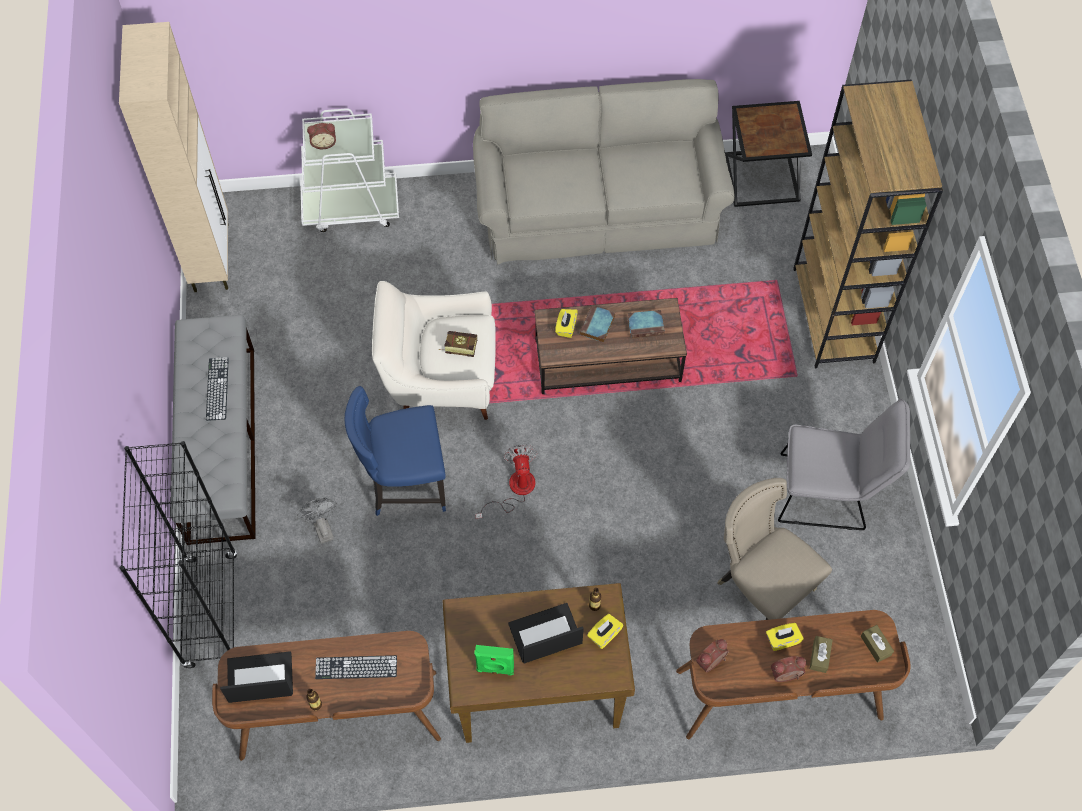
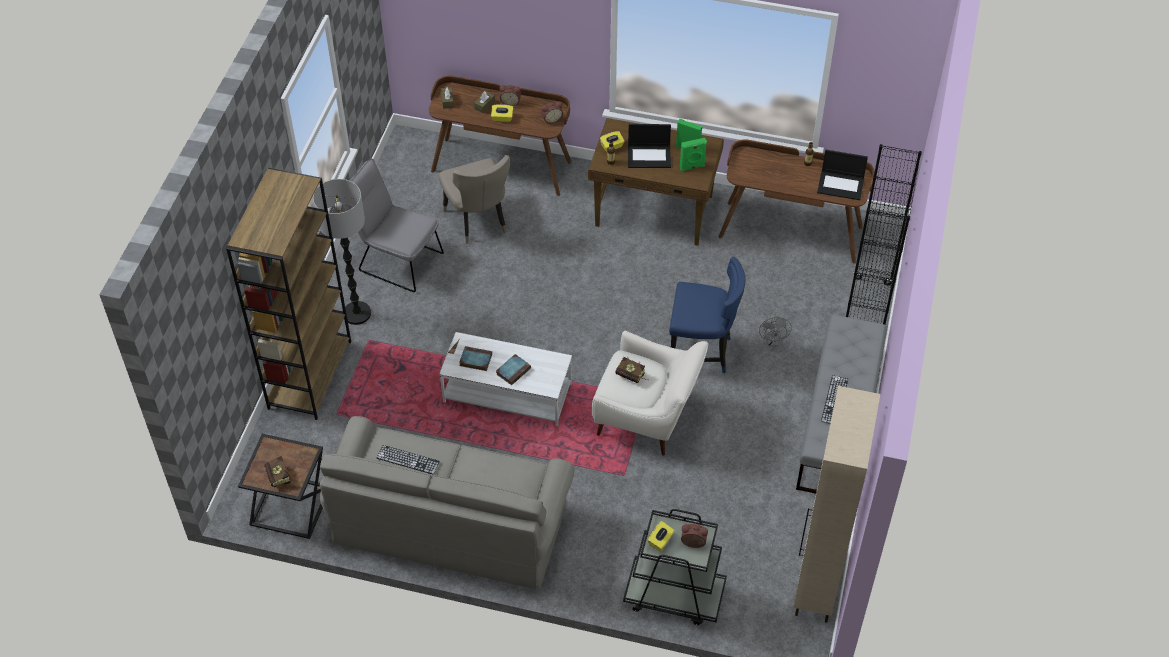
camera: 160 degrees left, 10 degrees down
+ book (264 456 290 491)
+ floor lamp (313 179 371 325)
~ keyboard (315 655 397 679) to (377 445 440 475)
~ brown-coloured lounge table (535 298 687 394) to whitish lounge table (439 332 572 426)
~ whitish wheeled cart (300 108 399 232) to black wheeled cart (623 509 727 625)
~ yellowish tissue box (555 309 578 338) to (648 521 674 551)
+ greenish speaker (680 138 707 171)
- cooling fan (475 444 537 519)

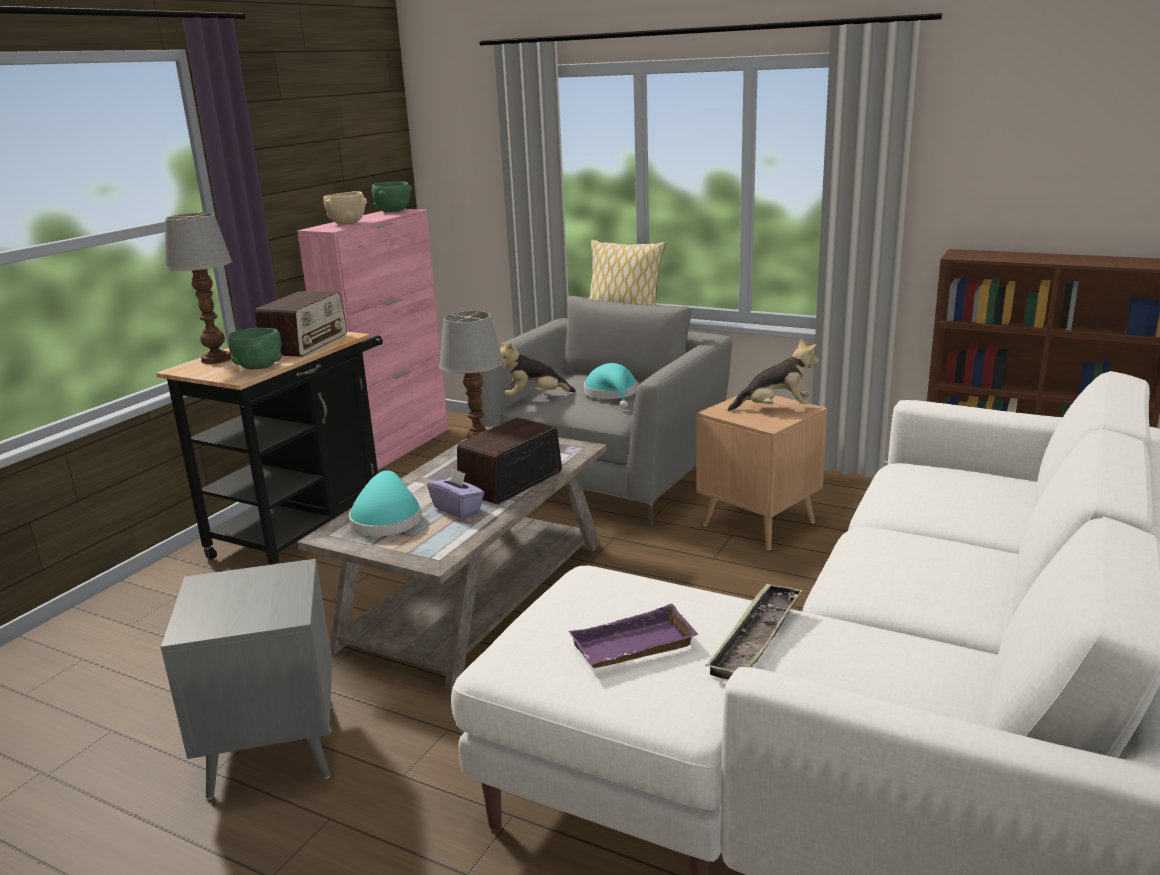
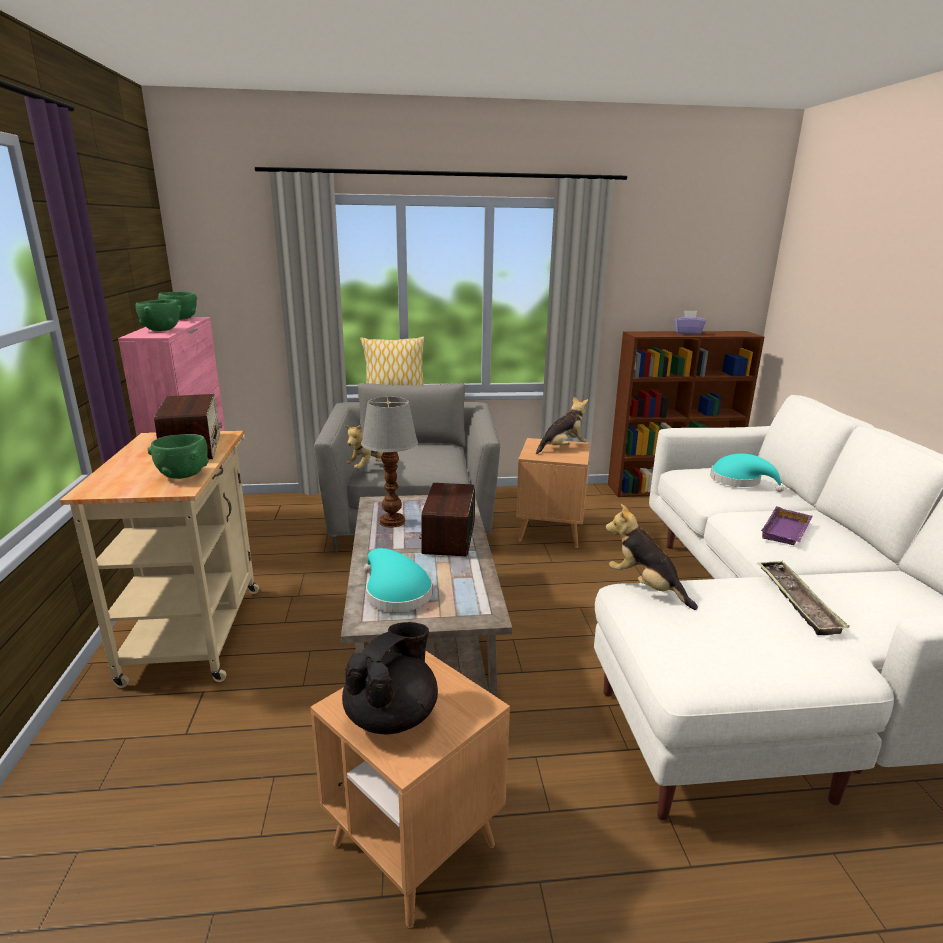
camera: 35 degrees left, 0 degrees up
~ black wheeled cart (156 332 383 565) to sand-coloured wheeled cart (60 431 259 688)
~ sand-coloured serving bowl (323 191 367 224) to greenish serving bowl (136 299 181 331)
~ gray accent table (161 559 333 800) to brown-coloured accent table (310 650 510 928)
+ black tea pot (342 622 438 734)
+ plush toy (606 504 698 610)
~ purple-coloured tissue box (427 468 484 518) to (674 310 706 335)
~ blue-green hat (584 363 637 408) to (710 454 784 492)
~ purple-coloured serving tray (569 604 698 668) to (761 506 812 545)
- lamp for a table (165 213 232 364)

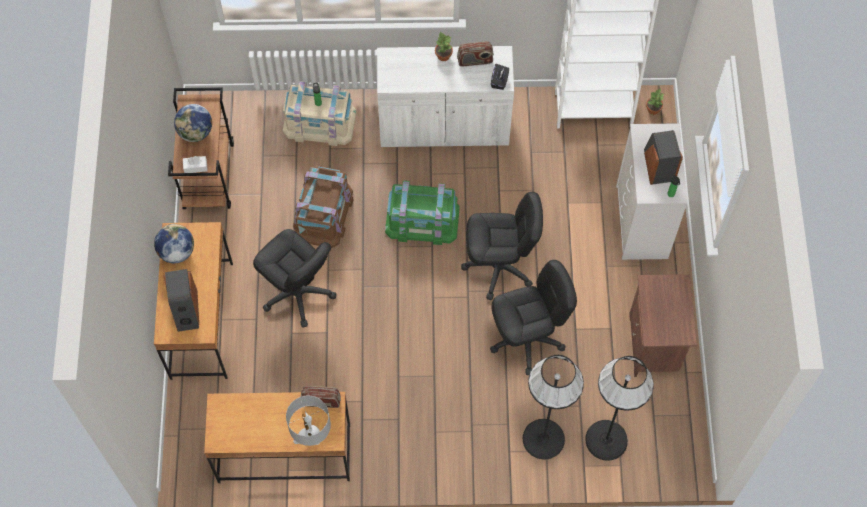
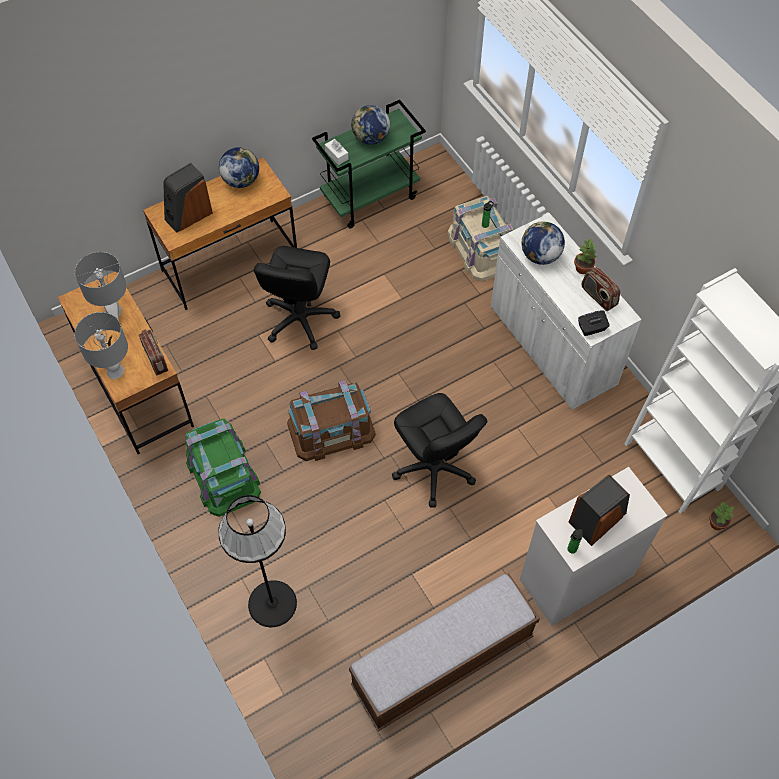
camera: 60 degrees right, 5 degrees down
+ gray lamp for a table (75 252 126 320)
~ greenish storage bin (385 181 459 245) to (185 418 261 517)
~ brown-coloured storage bin (293 166 353 248) to (287 380 376 461)
~ brown-coloured wheeled cart (168 87 234 209) to greenish wheeled cart (312 100 426 229)
~ brown-coloured nightstand (629 274 697 377) to long seat (349 574 540 731)
+ globe (522 221 565 265)
- black office chair (490 260 577 375)
- black floor lamp (585 356 654 461)

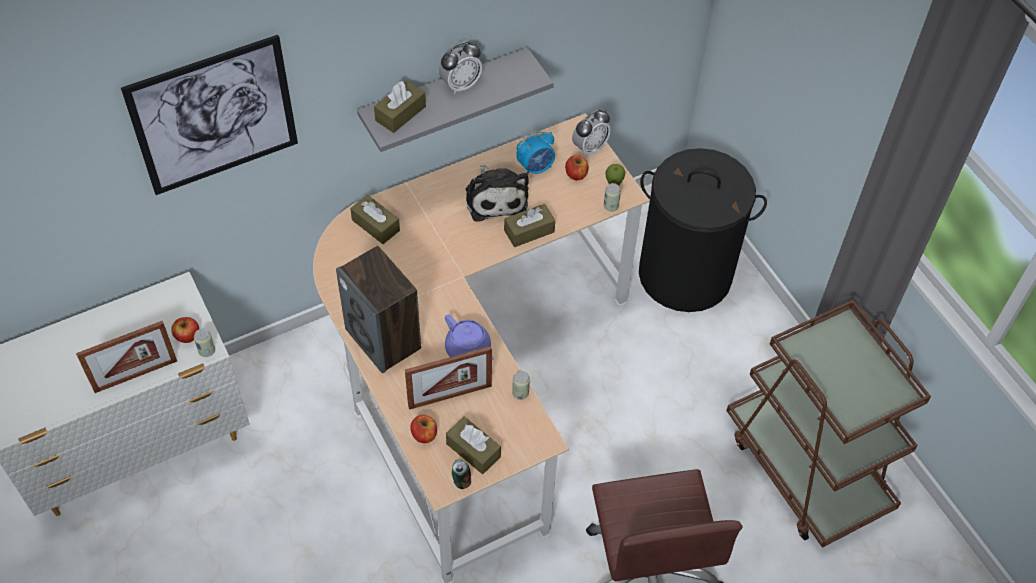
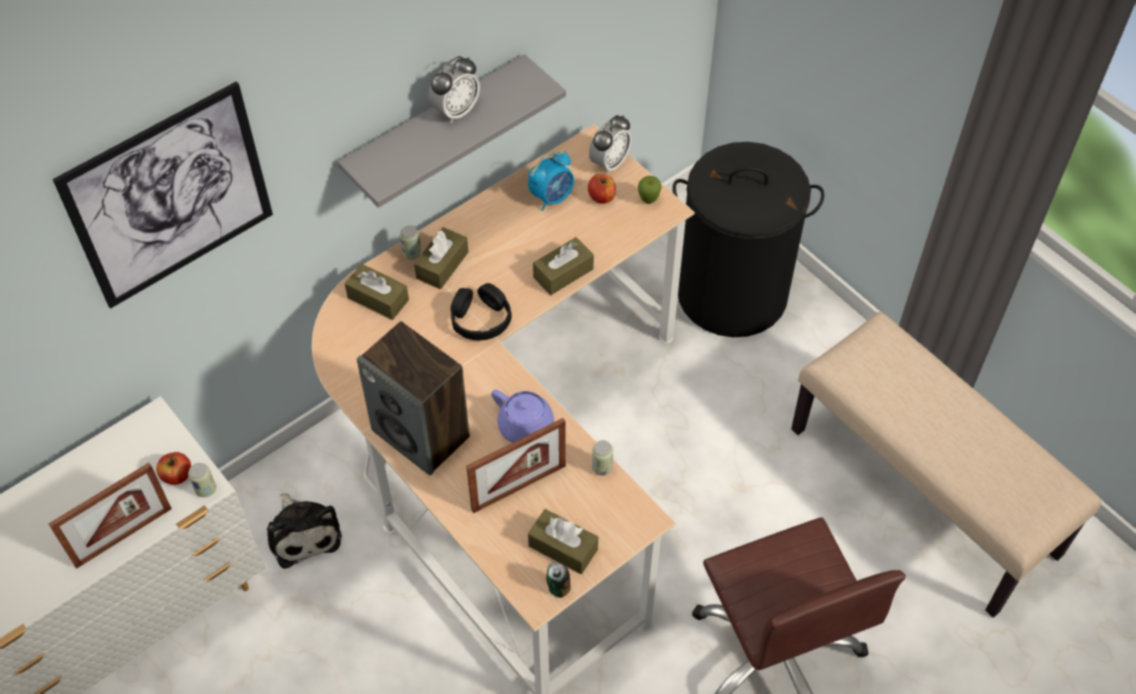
camera: 10 degrees left, 0 degrees up
~ plush toy (466 165 529 222) to (267 493 342 569)
~ sealed can (604 183 621 212) to (400 225 421 260)
~ brown-coloured tissue box (374 80 426 133) to (414 227 468 289)
+ black headphones (451 283 512 341)
~ brown-coloured wheeled cart (726 300 931 548) to sand-coloured long seat (791 312 1102 618)
- whole apple (410 415 437 443)

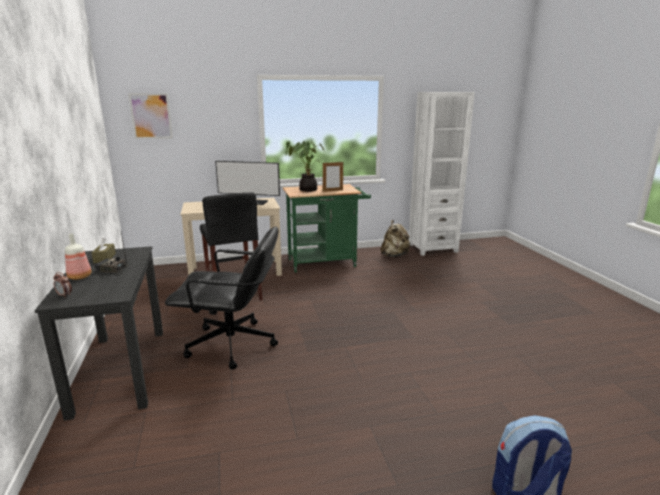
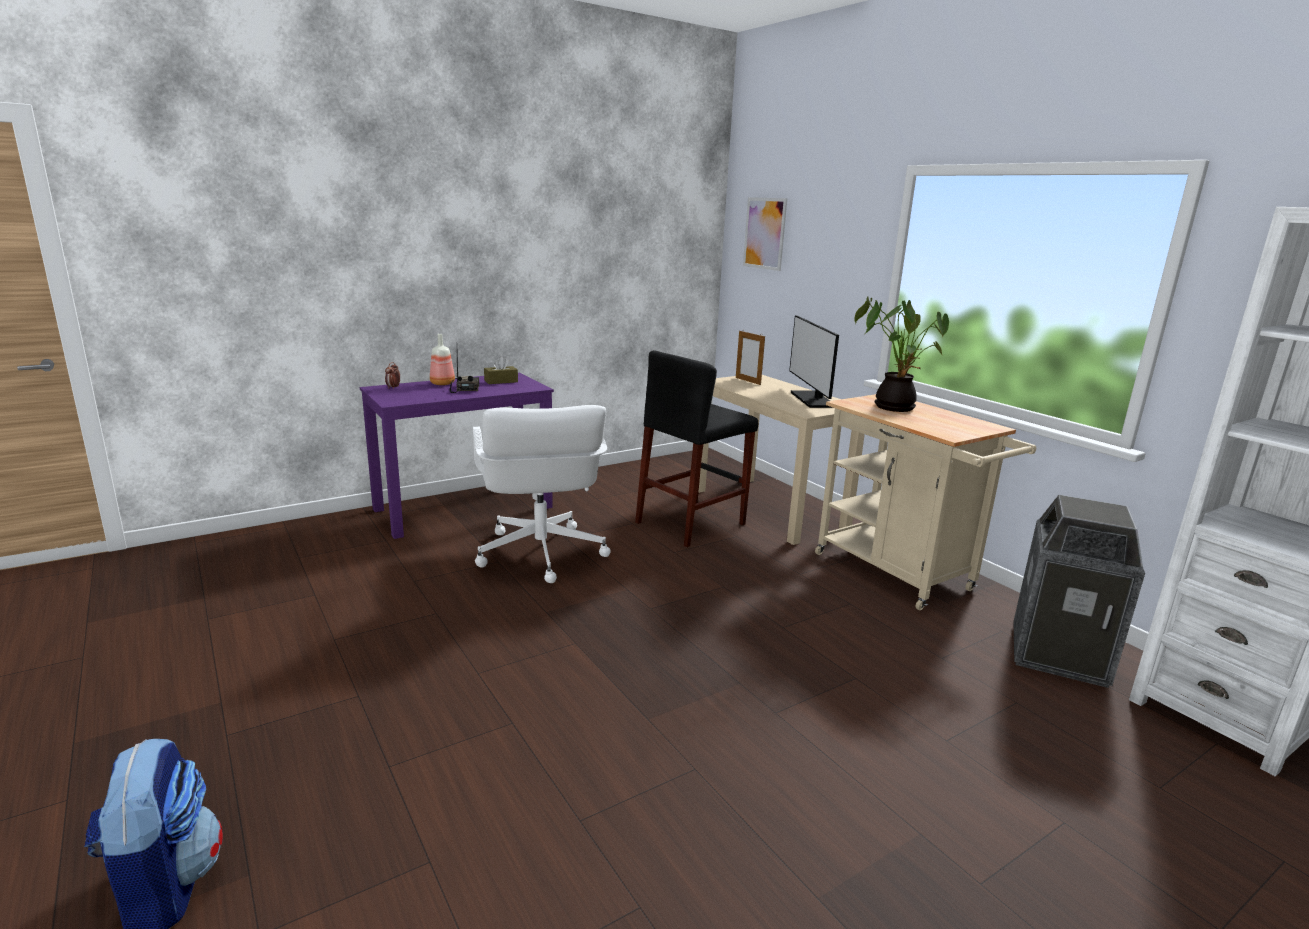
camera: 70 degrees right, 0 degrees up
~ black desk table (35 246 163 421) to purple-coloured desk table (360 373 554 539)
~ black office chair (165 227 279 369) to whitish office chair (473 405 610 583)
~ standing frame (323 162 343 192) to (736 331 765 385)
~ greenish wheeled cart (283 184 371 273) to sand-coloured wheeled cart (815 394 1036 610)
~ sand-coloured knapsack (381 220 410 257) to rubbish bin (1013 495 1145 688)

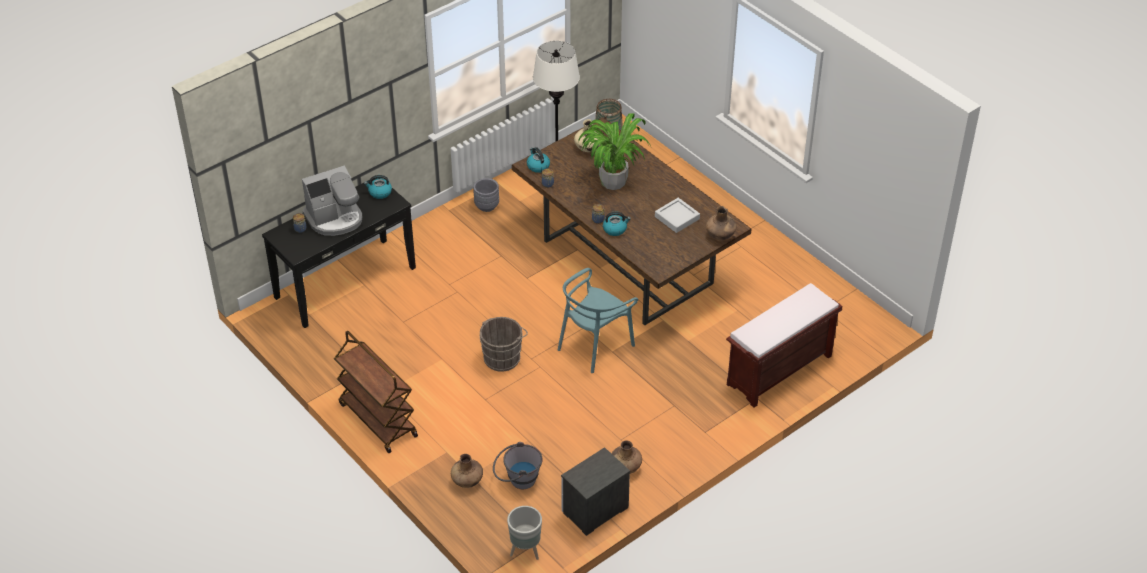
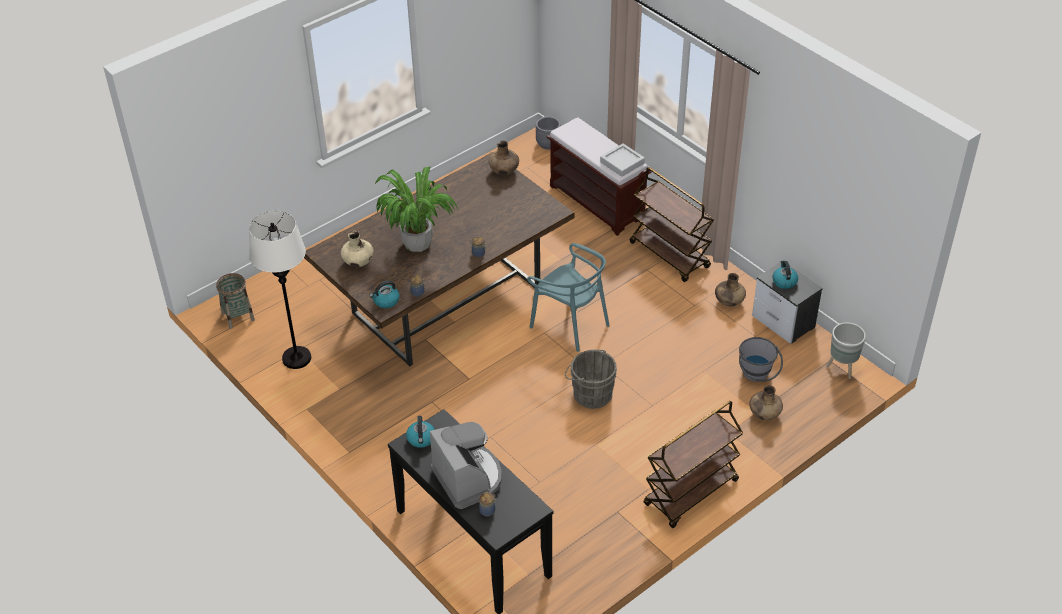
camera: 90 degrees left, 0 degrees up
~ gray planter (473 178 499 212) to (536 116 560 150)
~ gray serving tray (655 198 700 233) to (600 143 645 177)
+ brown-coloured wheeled cart (630 167 714 282)
~ tea kettle (603 212 631 236) to (772 260 798 289)

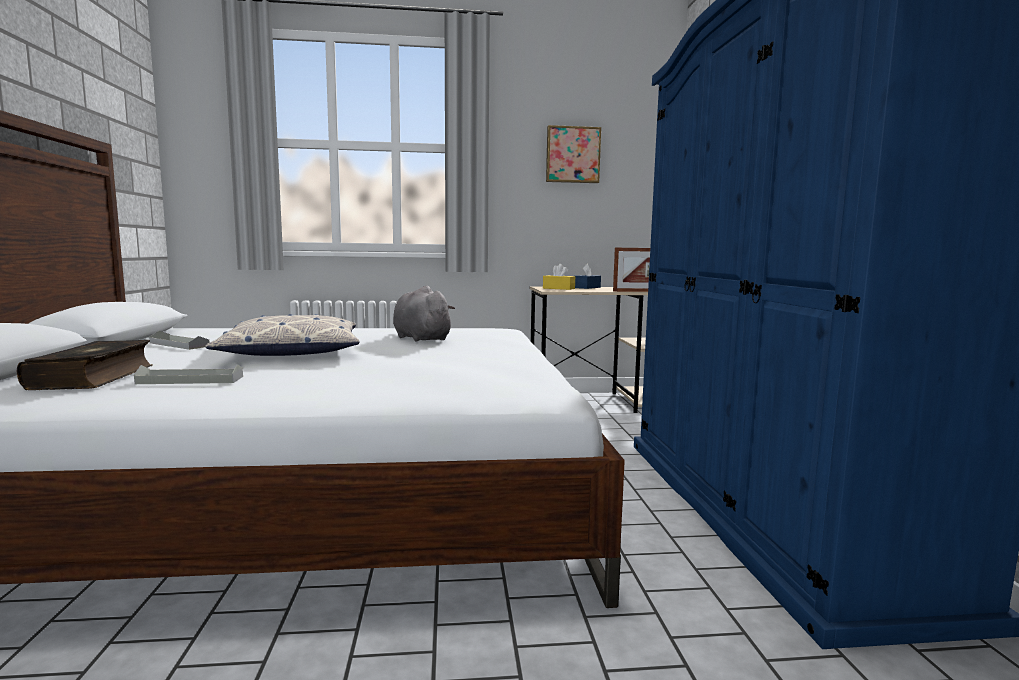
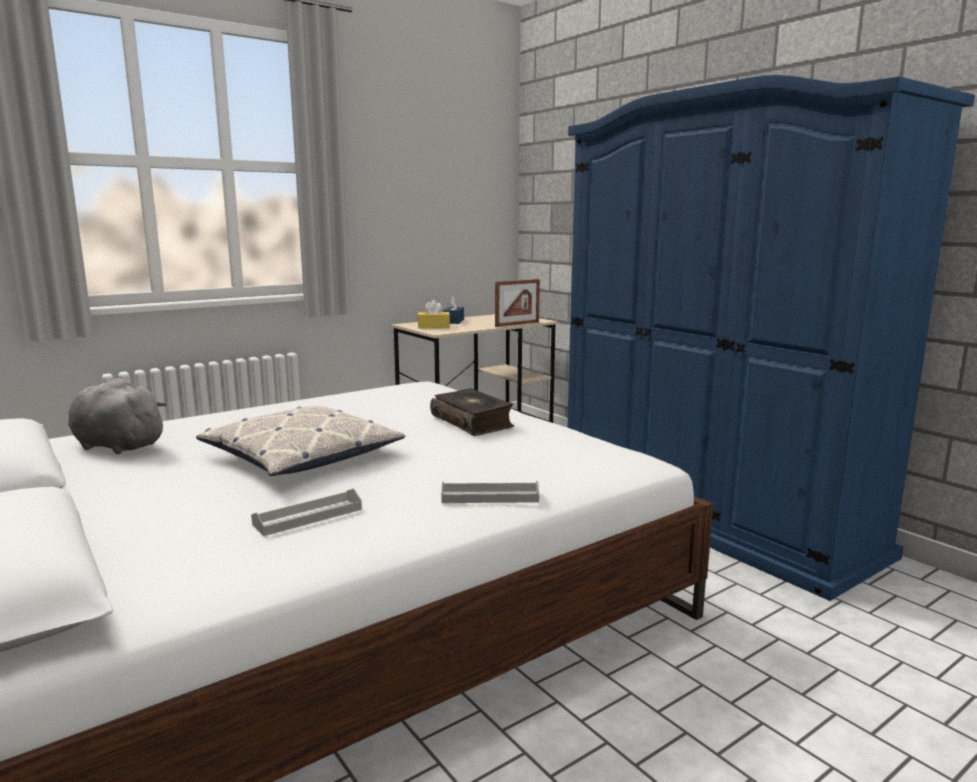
camera: 30 degrees left, 5 degrees up
~ gray plush toy (393 286 455 342) to (68 378 167 454)
~ book (17 340 153 390) to (430 388 514 436)
~ gray serving tray (149 331 210 350) to (441 481 539 503)
- picture (546 125 601 183)

